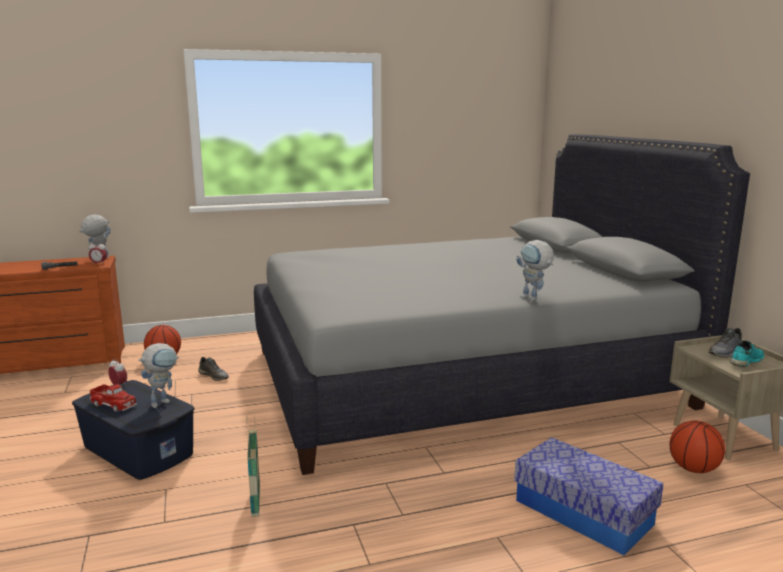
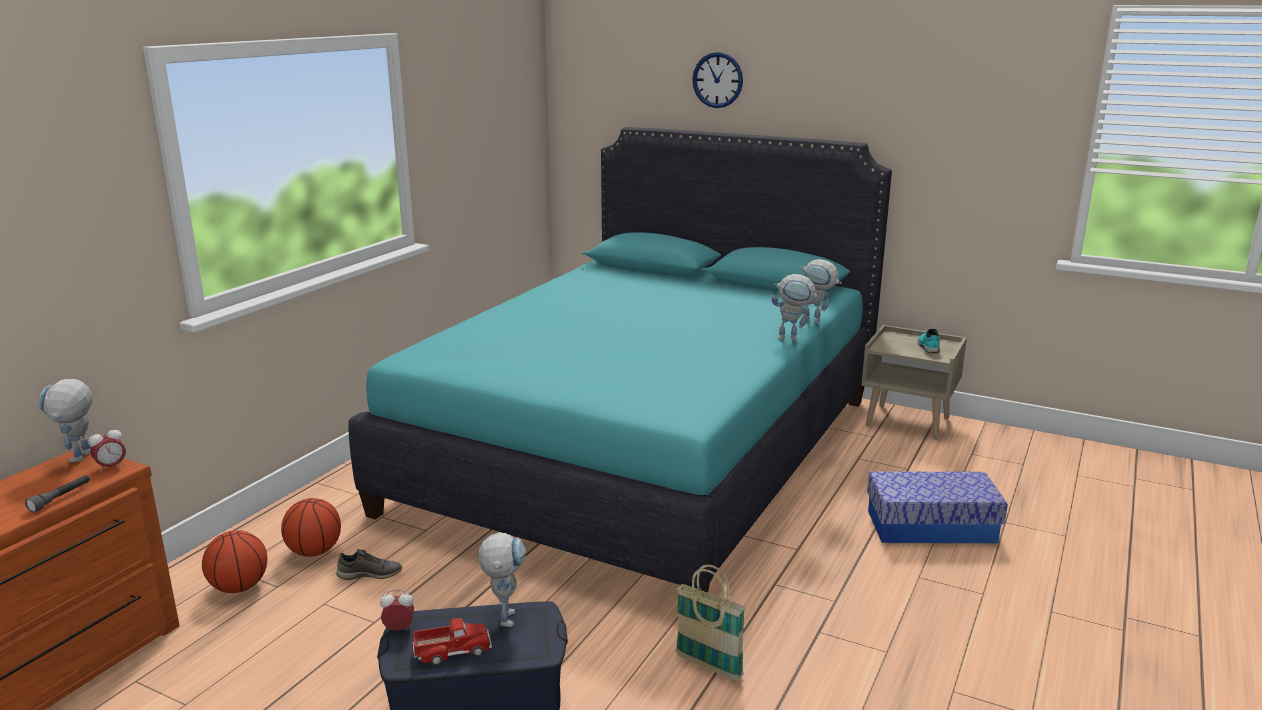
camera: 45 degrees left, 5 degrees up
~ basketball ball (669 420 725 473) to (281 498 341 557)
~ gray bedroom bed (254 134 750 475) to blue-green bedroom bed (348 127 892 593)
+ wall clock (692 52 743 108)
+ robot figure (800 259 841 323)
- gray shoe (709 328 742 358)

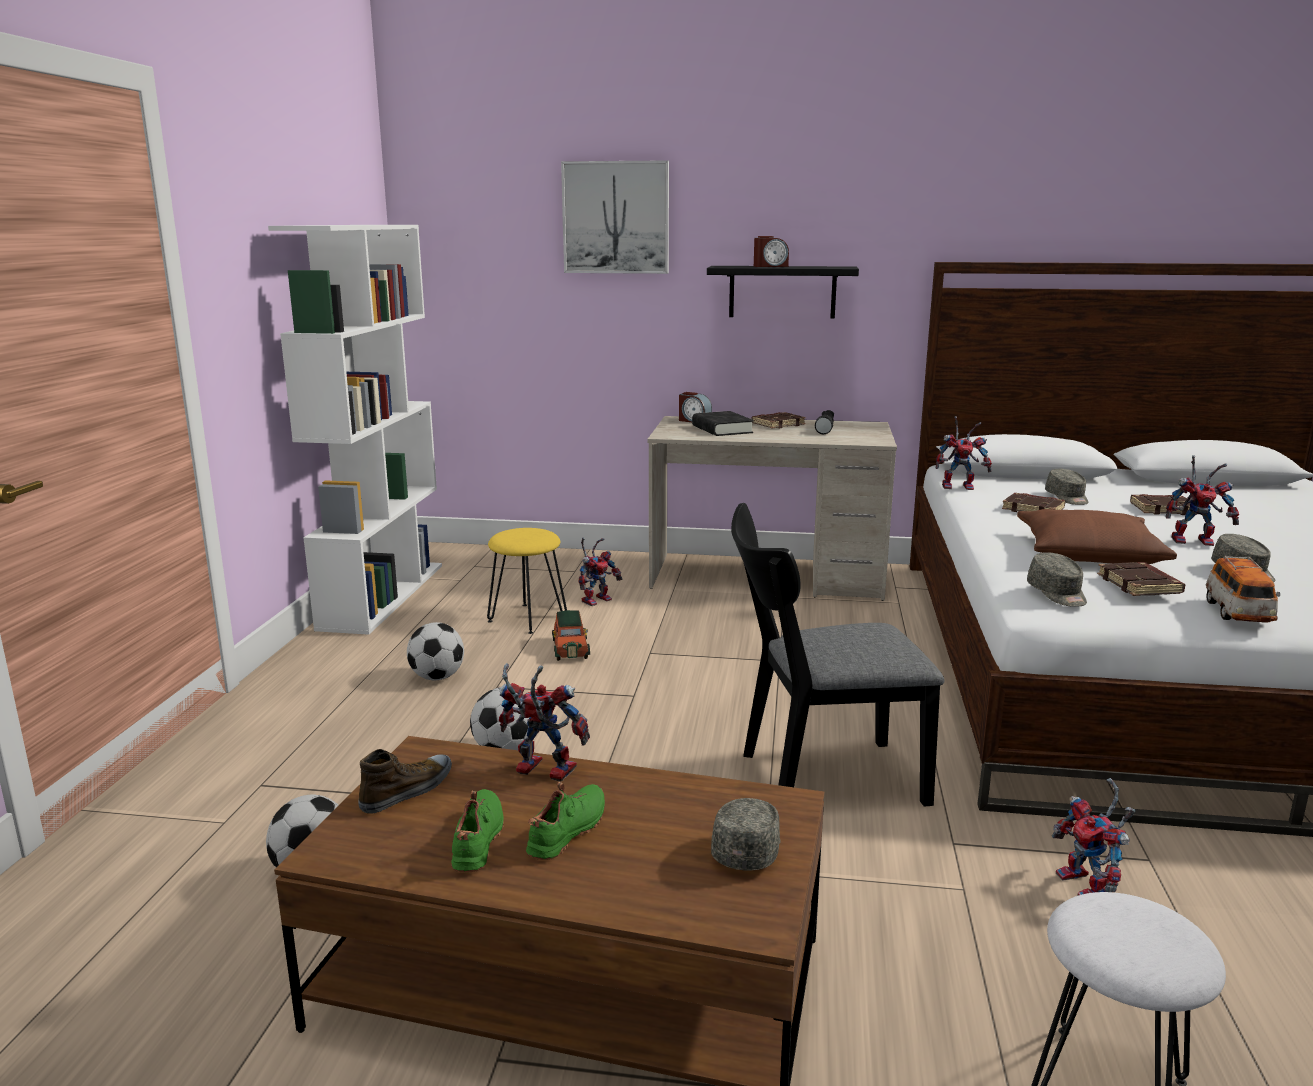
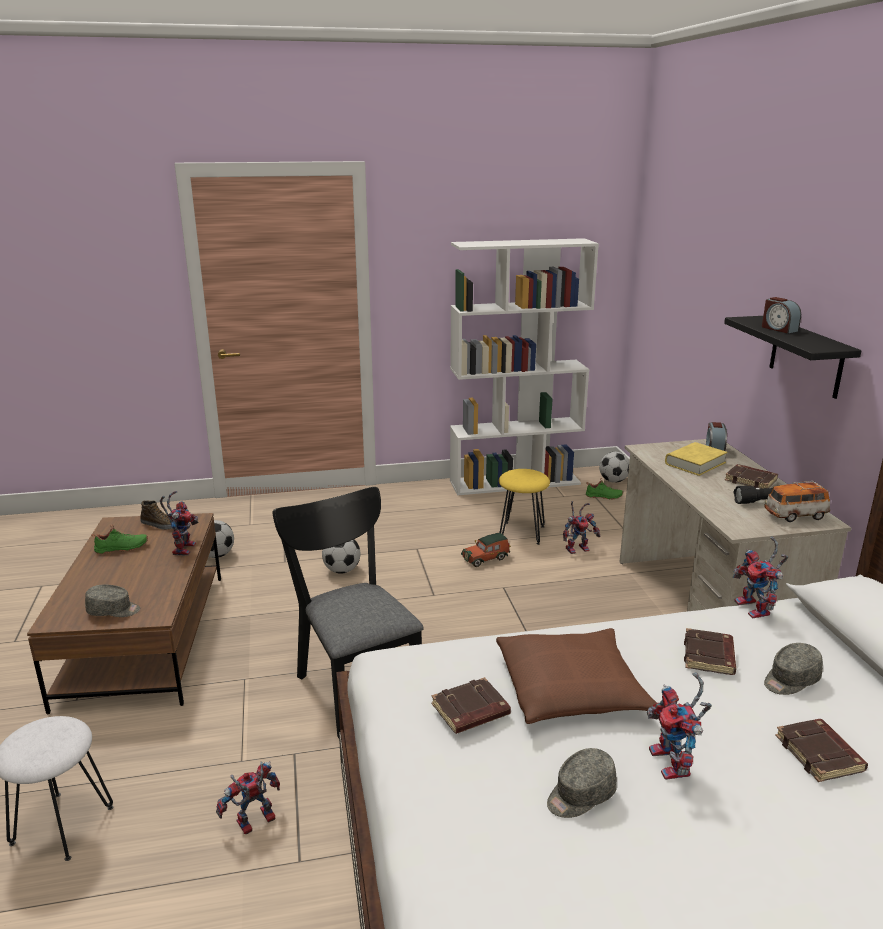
camera: 70 degrees right, 5 degrees up
~ robot figure (579 538 622 606) = (563 501 600 554) 45 degrees counterclockwise
~ greenish shoe (526 782 605 860) to (586 478 623 500)
~ ball for football (407 622 464 680) to (599 452 629 483)
~ black book (692 411 754 436) to yellowish book (665 442 728 476)
~ miniature car (1206 556 1280 623) to (764 481 831 522)
- picture (561 160 669 274)
- gray peaked cap (1027 552 1087 607)

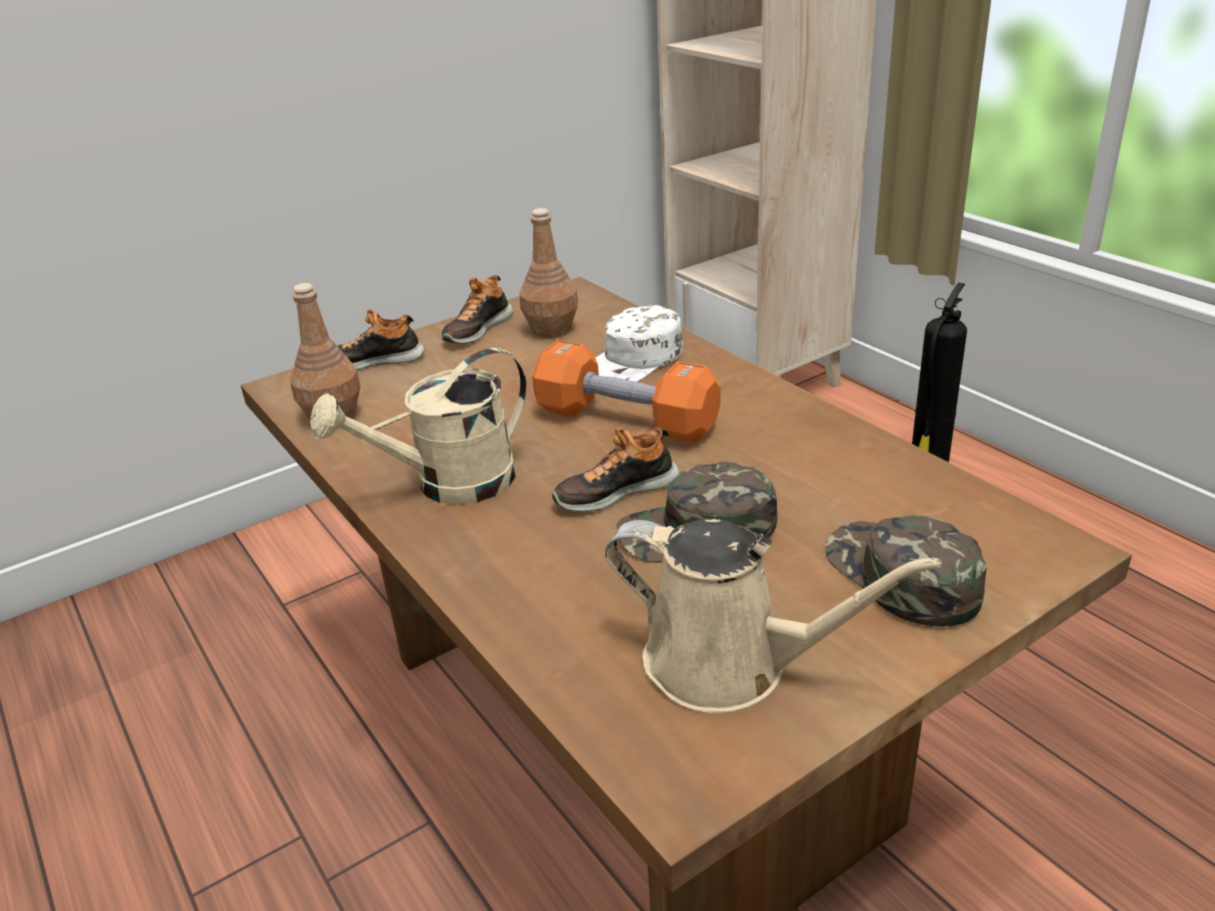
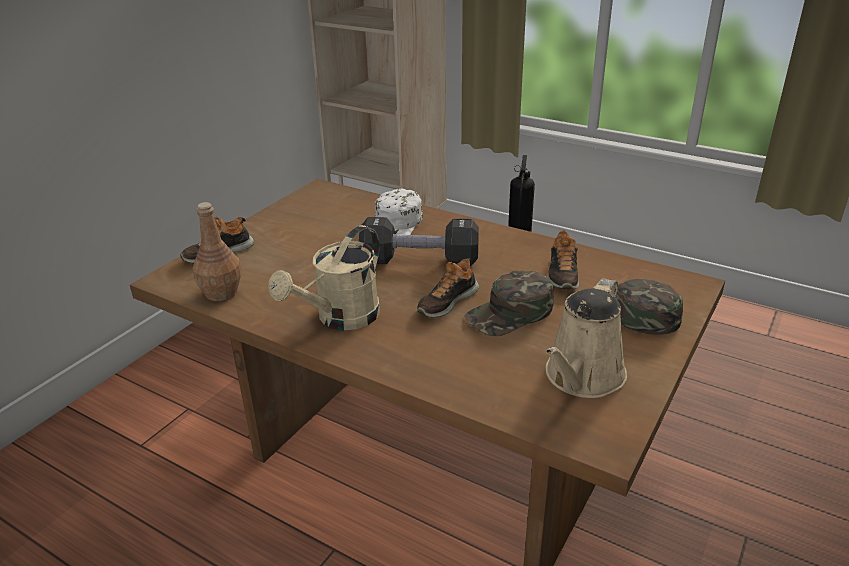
camera: 25 degrees left, 0 degrees up
~ orangey free weight (532 340 720 443) to black free weight (359 217 479 266)
~ sand-coloured watering pot (605 519 941 713) = (545 278 627 398) 120 degrees clockwise
~ shoe (442 275 513 344) to (547 230 579 290)
- brown-coloured beverage bottle (520 208 578 338)

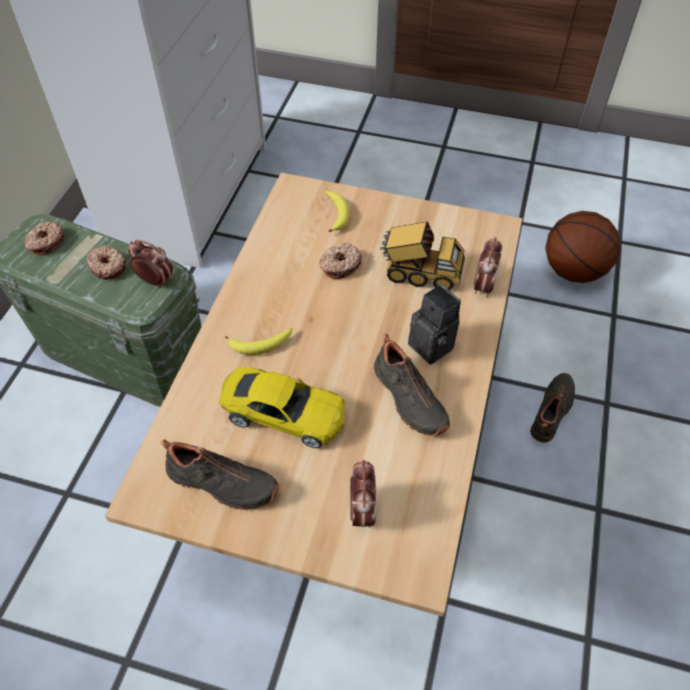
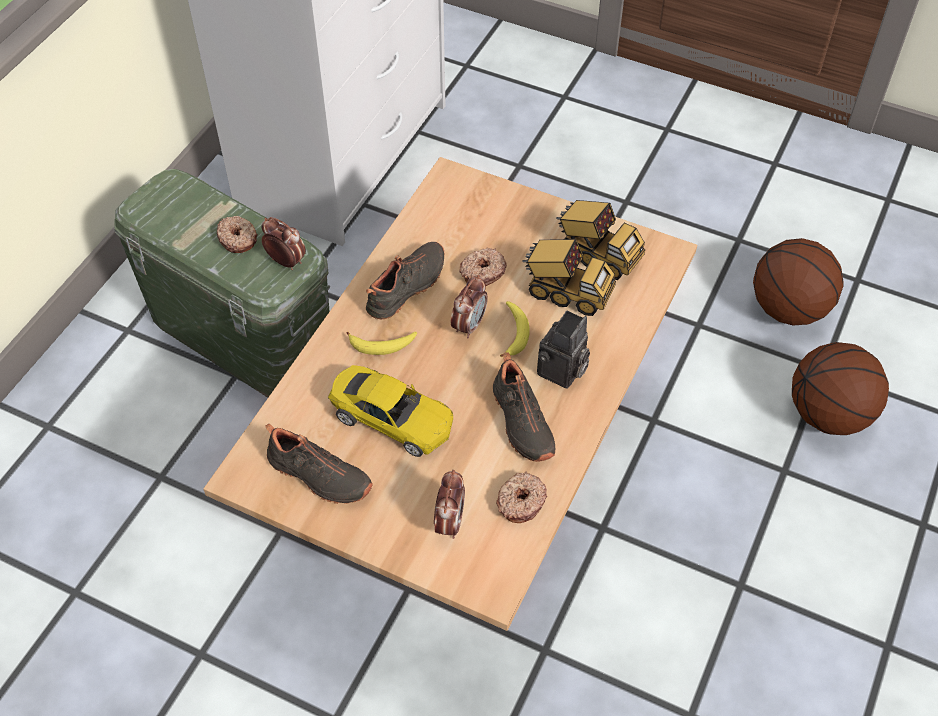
camera: 10 degrees right, 0 degrees up
~ black shoe (530 373 575 443) to (366 242 444 319)
~ table clock (474 237 502 298) to (451 275 488 338)
~ doughnut (24 221 65 255) to (496 471 547 523)
~ banana fruit (325 191 349 232) to (500 301 530 357)
~ photo camera (408 283 461 365) = (537 310 590 389) 60 degrees clockwise
+ model truck (556 200 645 280)
+ basketball ball (792 342 889 435)

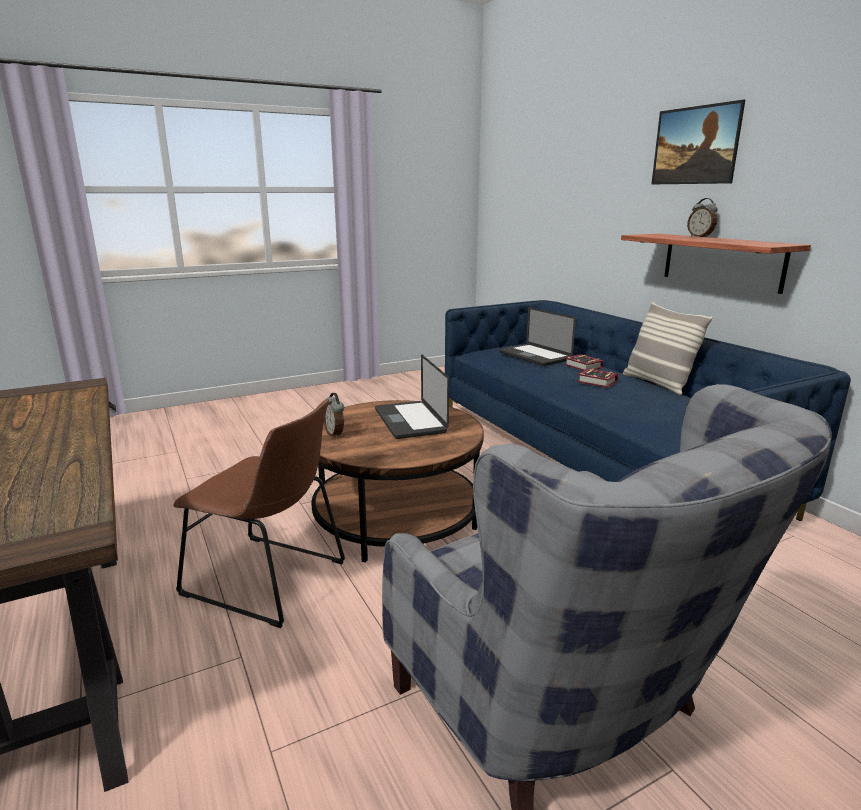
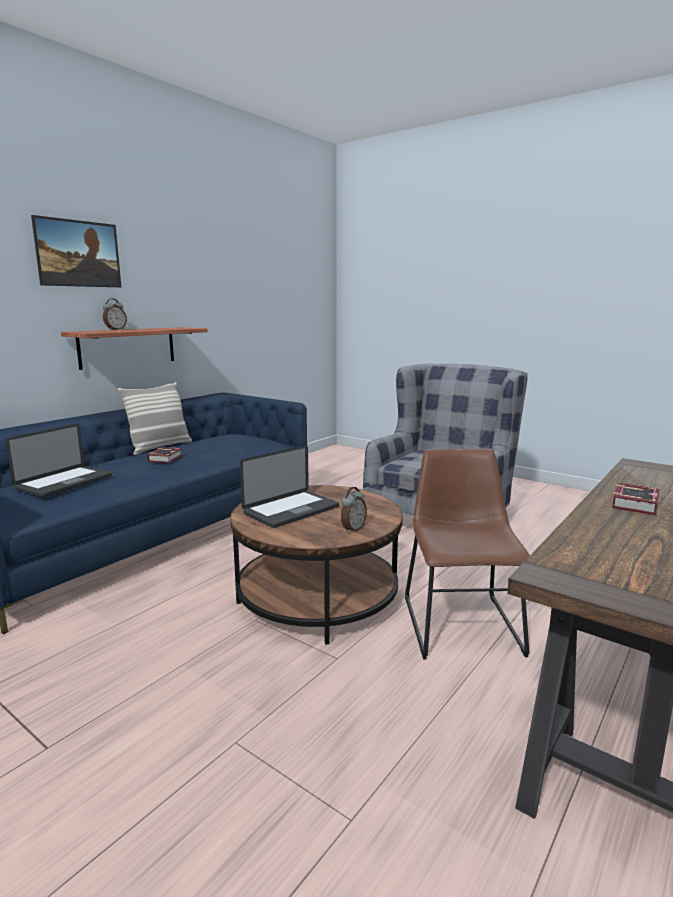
camera: 115 degrees left, 5 degrees down
~ book (564 354 604 371) to (611 483 660 515)

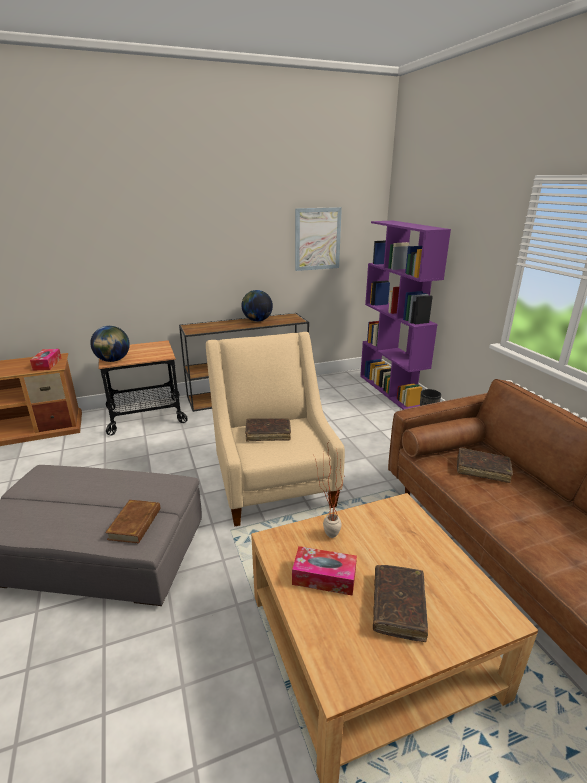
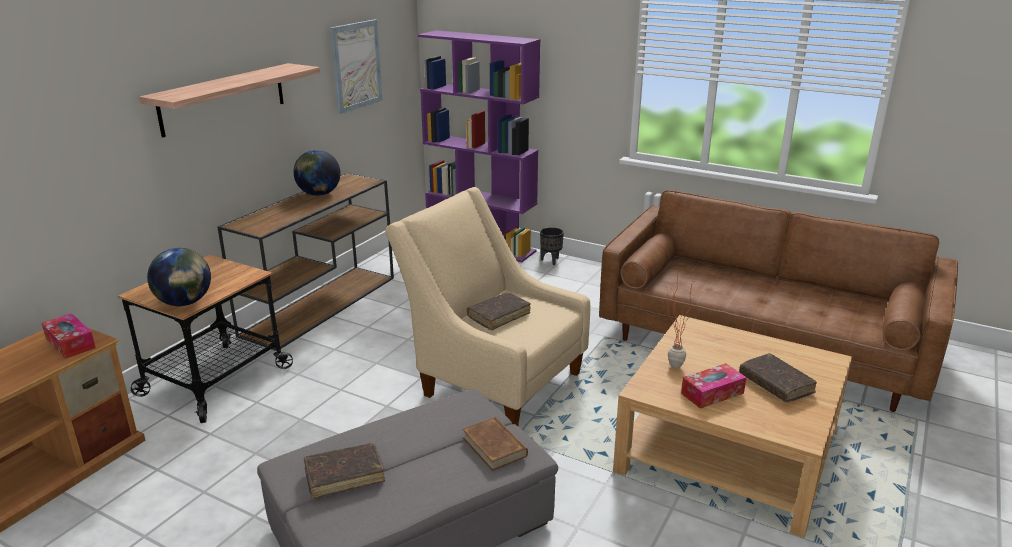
camera: 40 degrees left, 0 degrees up
+ bracket shelf (139 63 320 138)
~ brown-coloured book (457 448 513 483) to (304 443 385 499)

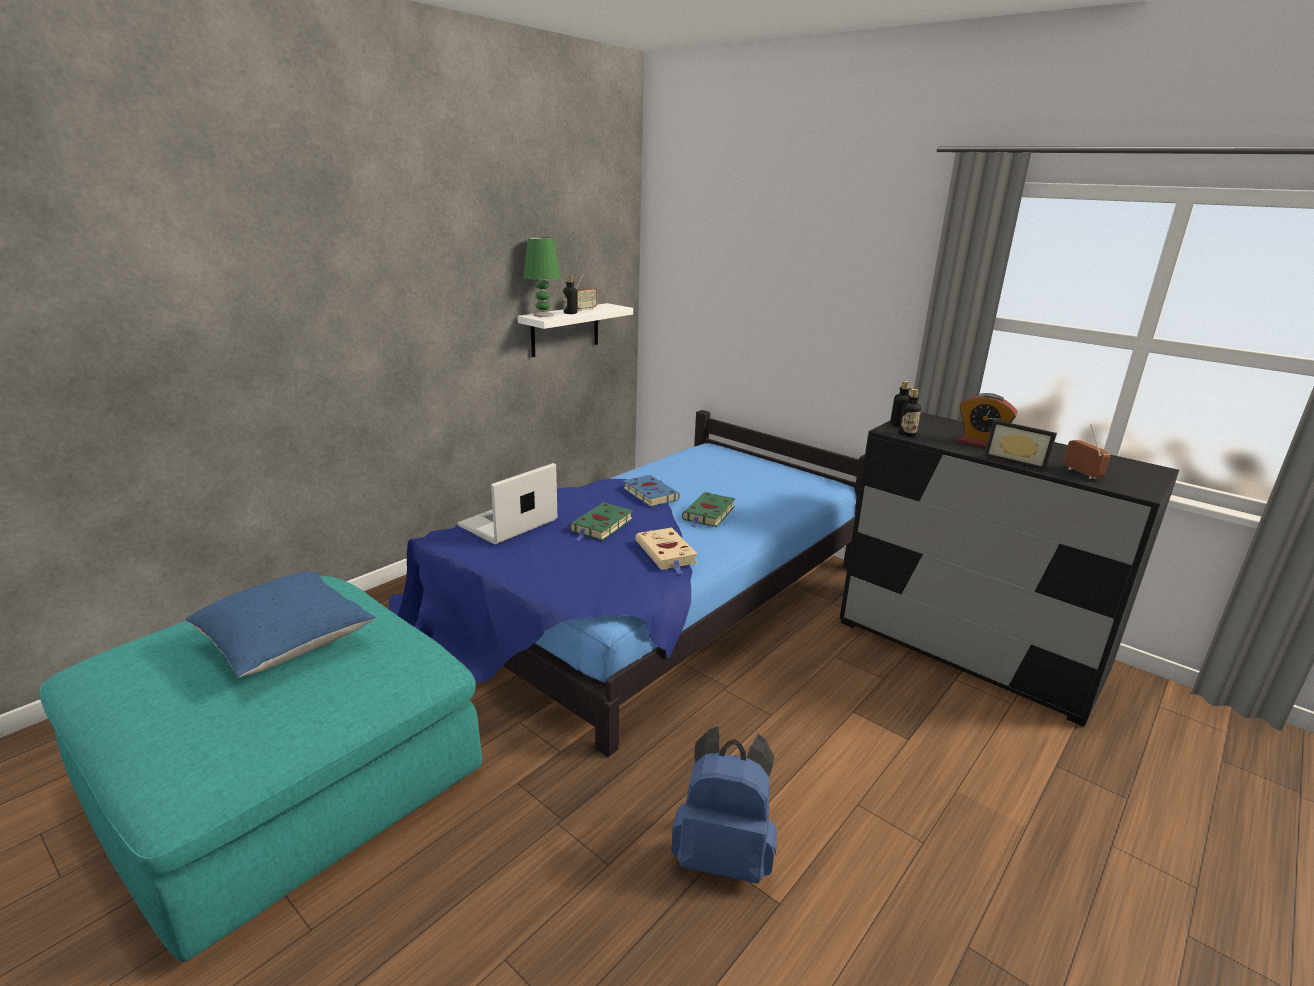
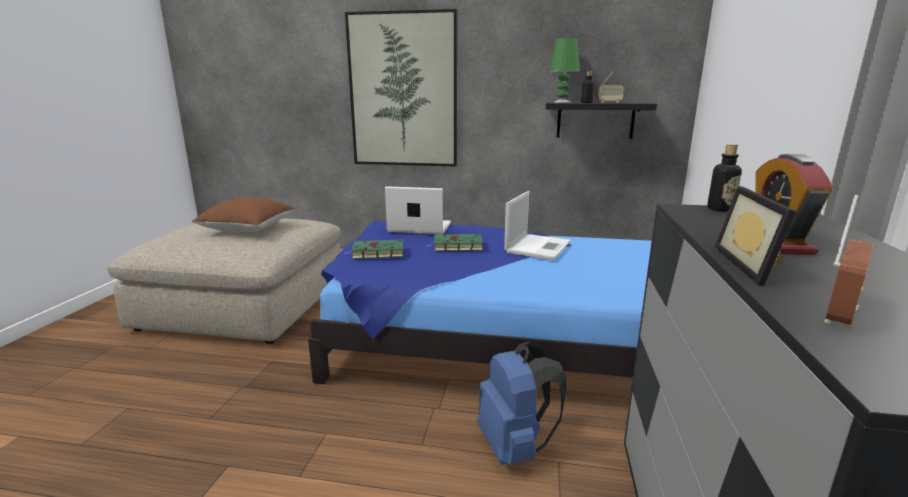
camera: 60 degrees right, 5 degrees down
~ blue-green pouffe (39 576 482 962) to sand-coloured pouffe (107 218 342 344)
~ blue-coloured cushion (185 572 376 677) to brown-coloured cushion (191 197 295 232)
~ greenish book (682 492 736 528) to (344 240 404 259)
+ picture (345 9 457 167)
~ blue-coloured knapsack (671 726 777 884) to (477 342 567 464)
~ blue-coloured book (623 475 680 507) to portable computer (504 191 571 260)
~ whitish bracket shelf (518 303 633 357) to black bracket shelf (546 103 657 139)
- sand-coloured book (635 528 698 574)
- beverage bottle (898 389 921 437)

